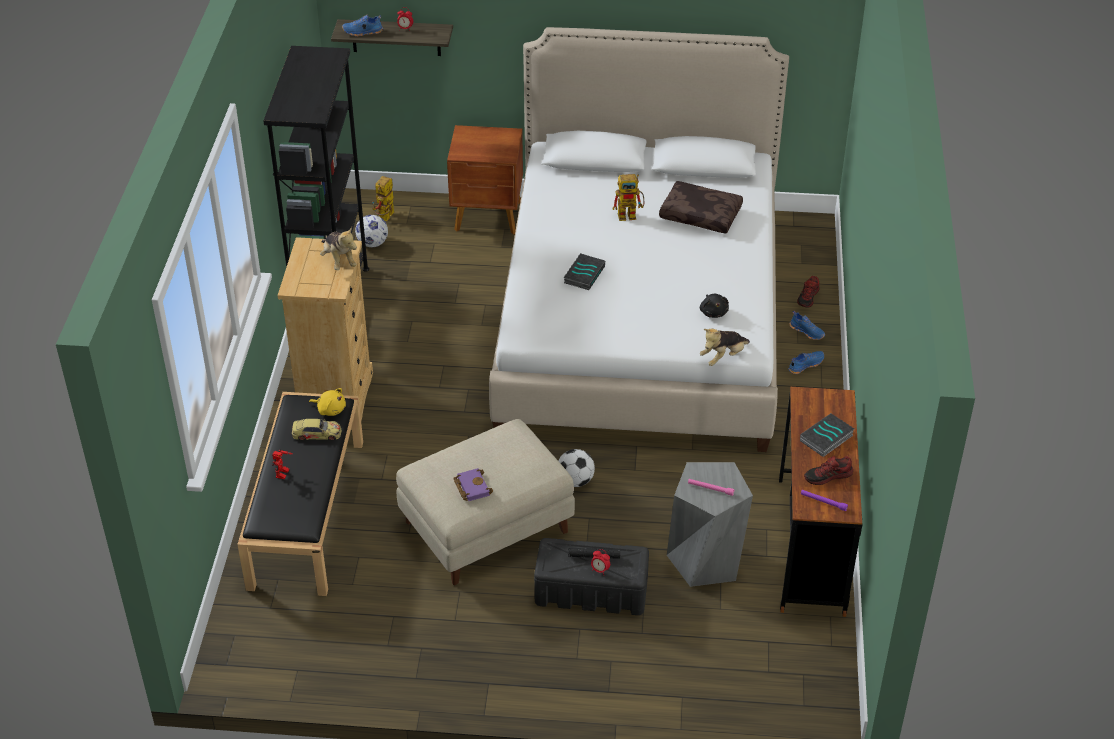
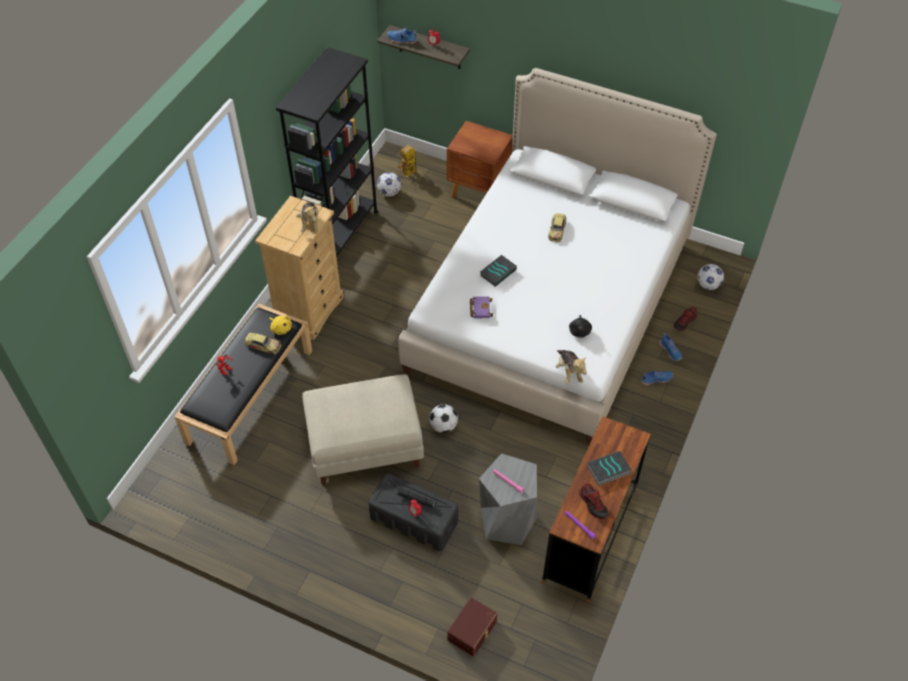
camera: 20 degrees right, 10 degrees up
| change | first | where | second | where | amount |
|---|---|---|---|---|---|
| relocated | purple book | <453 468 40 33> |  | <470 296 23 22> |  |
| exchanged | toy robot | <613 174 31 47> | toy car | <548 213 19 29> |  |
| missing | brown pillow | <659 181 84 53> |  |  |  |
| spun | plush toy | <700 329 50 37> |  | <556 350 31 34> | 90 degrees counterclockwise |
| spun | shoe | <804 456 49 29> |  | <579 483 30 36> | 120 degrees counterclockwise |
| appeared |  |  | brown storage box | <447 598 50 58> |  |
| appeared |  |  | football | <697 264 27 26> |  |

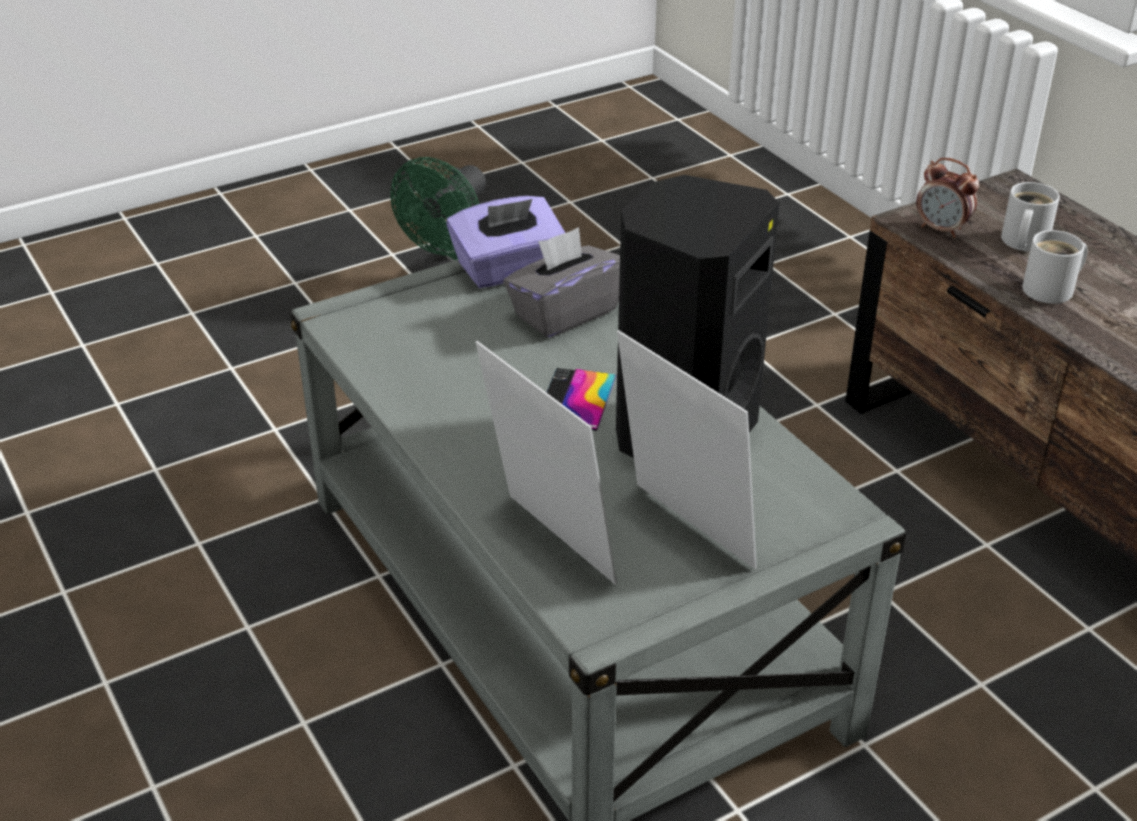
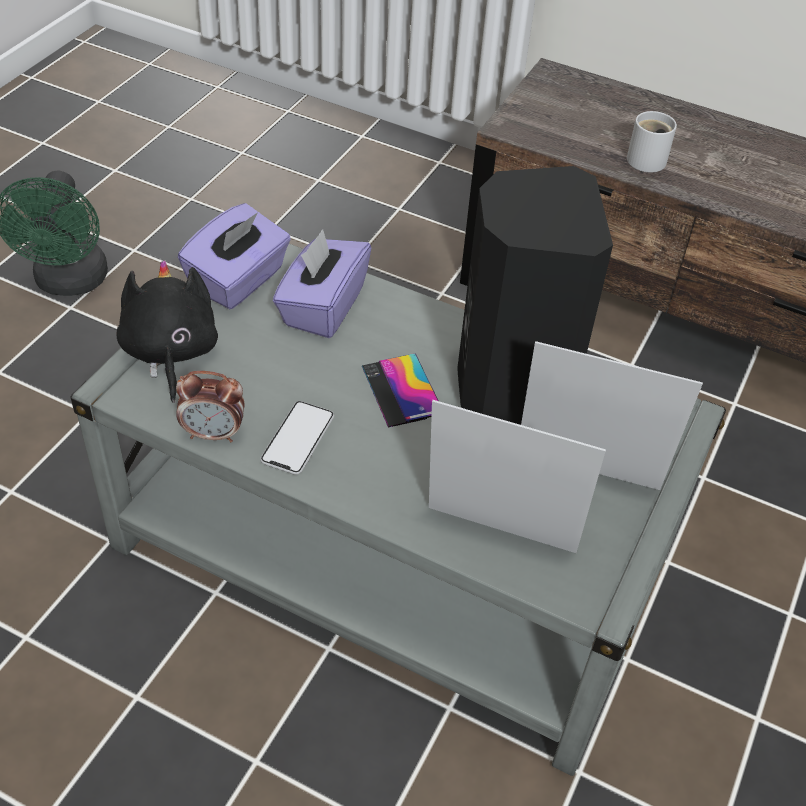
camera: 35 degrees left, 10 degrees up
| change | first | where | second | where | amount |
|---|---|---|---|---|---|
| colour | grey tissue box | <503 227 117 111> | purple tissue box | <273 229 98 109> |  |
| relocated | alarm clock | <916 158 63 80> |  | <176 371 68 71> |  |
| missing | white mug | <1001 182 59 70> |  |  |  |
| appeared |  |  | black plush toy | <117 260 101 143> |  |
| appeared |  |  | phone | <260 401 74 74> |  |

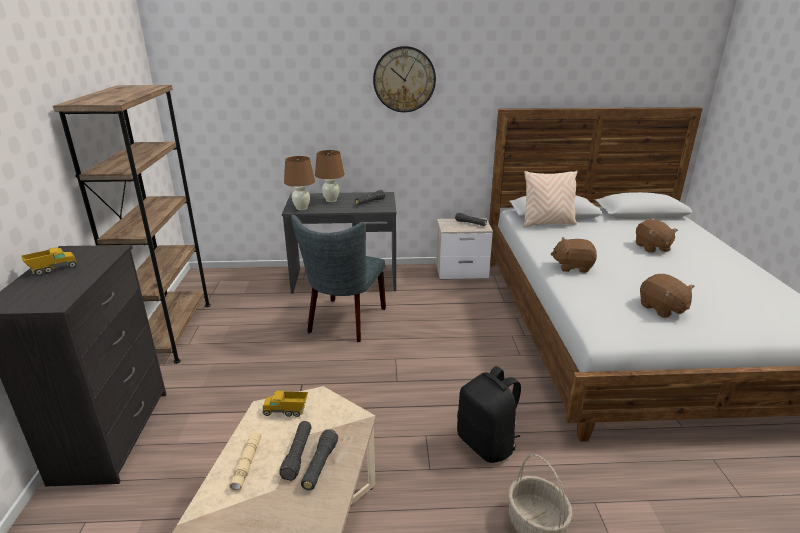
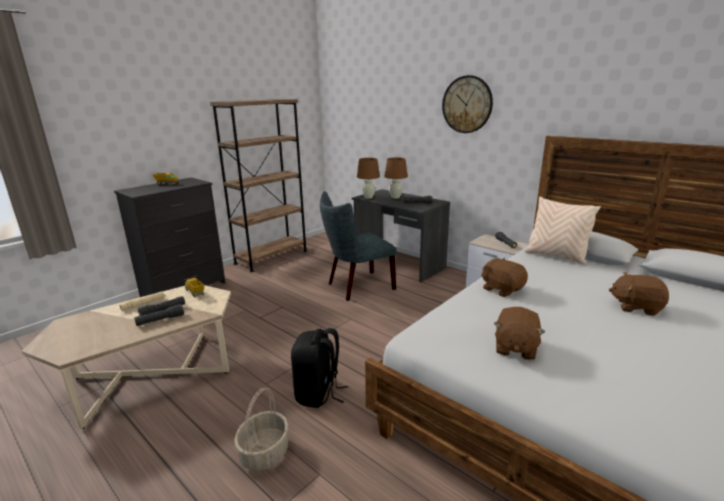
camera: 45 degrees right, 5 degrees down
| change | first | where | second | where | amount |
|---|---|---|---|---|---|
| spun | brown plush toy | <636 219 42 34> |  | <609 272 60 44> | 75 degrees clockwise |

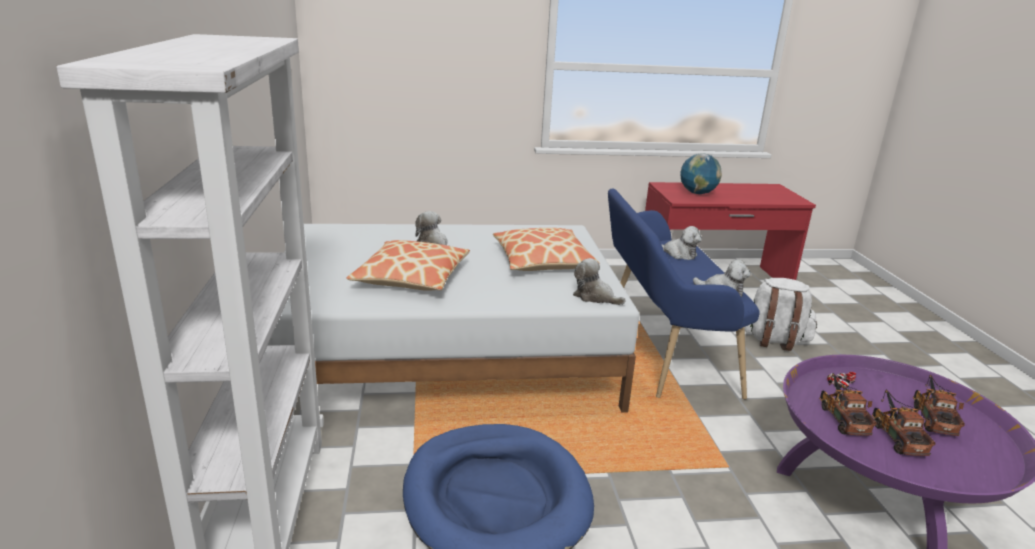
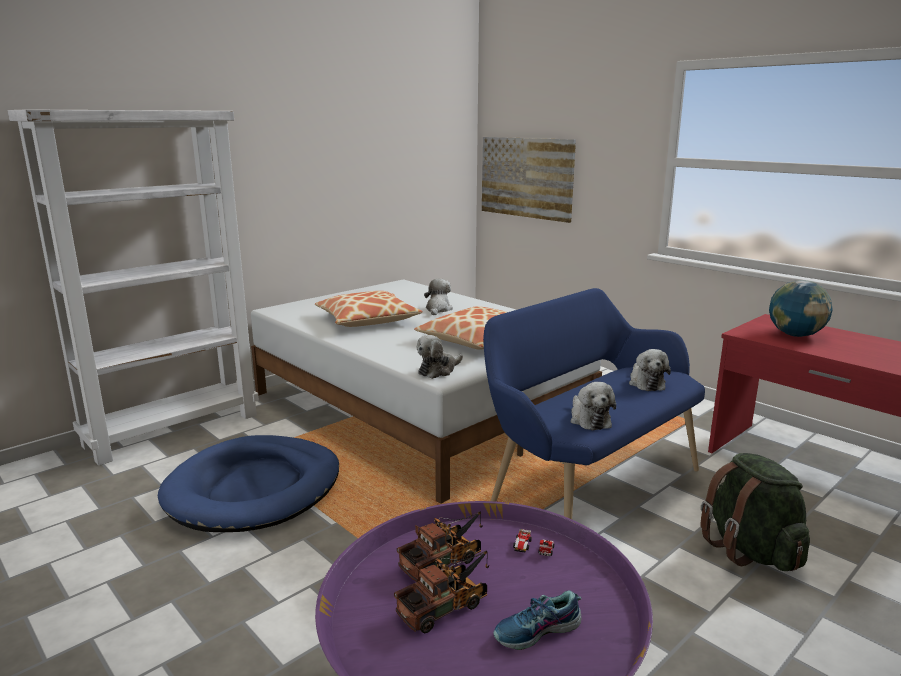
camera: 55 degrees right, 5 degrees down
| change | first | where | second | where | amount |
|---|---|---|---|---|---|
| spun | plush toy | <573 258 53 47> |  | <417 335 46 44> | 135 degrees counterclockwise |
| colour | white backpack | <745 278 72 73> | green backpack | <700 453 110 118> |  |
| exchanged | toy truck | <913 375 52 61> | shoe | <493 590 89 60> |  |
| appeared |  |  | picture | <482 137 94 86> |  |

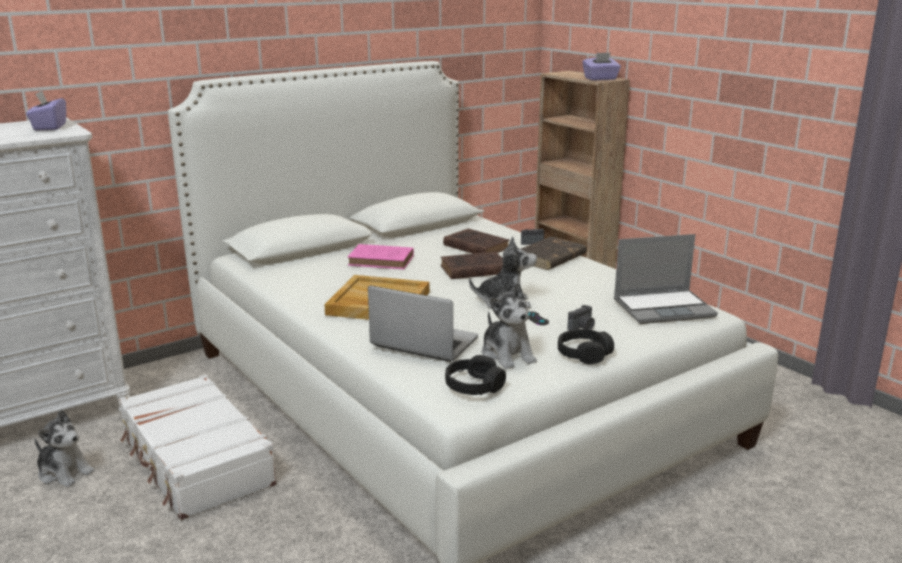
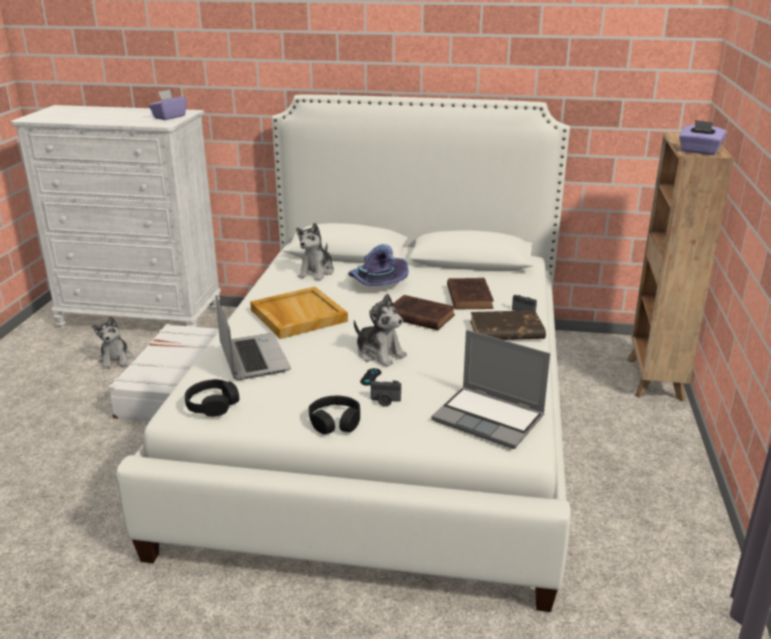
camera: 45 degrees right, 5 degrees up
| change | first | where | second | where | amount |
|---|---|---|---|---|---|
| exchanged | pink book | <348 244 66 25> | purple hat | <349 244 59 42> |  |
| relocated | plush toy | <482 283 55 86> |  | <296 223 38 58> |  |

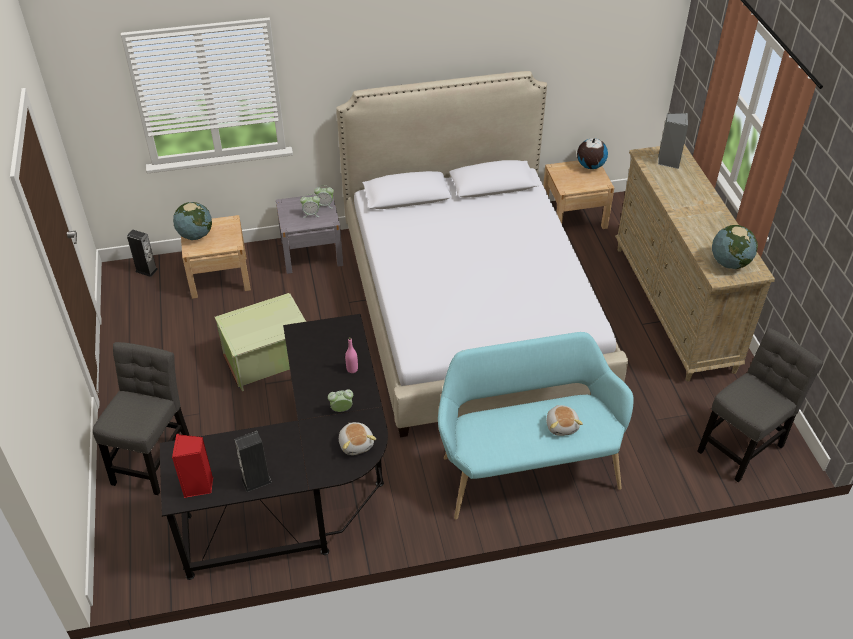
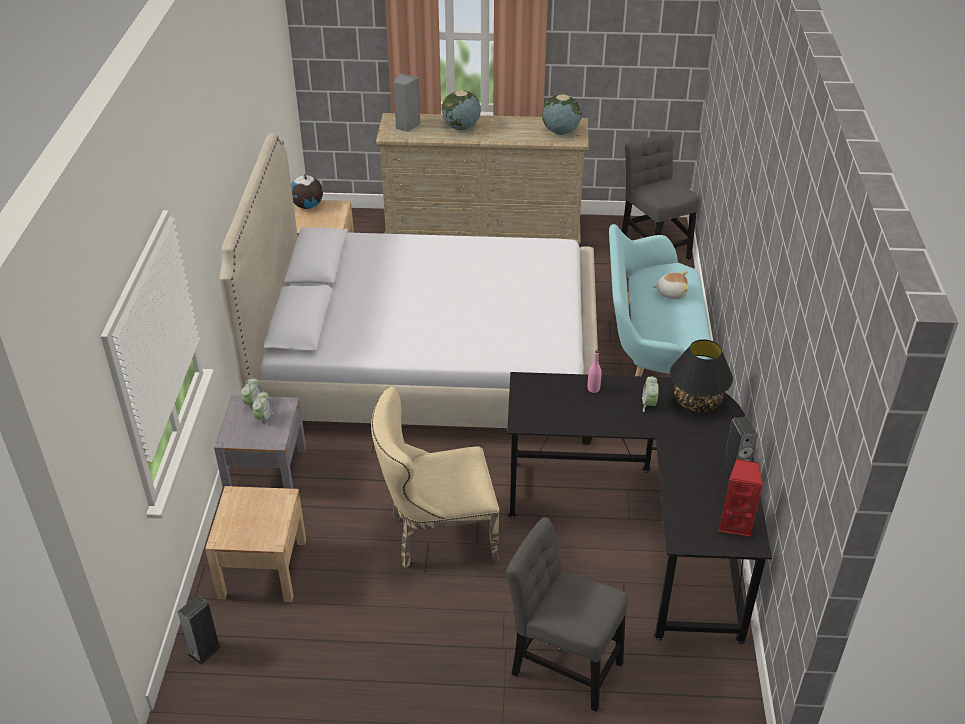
camera: 75 degrees left, 5 degrees down
| change | first | where | second | where | amount |
|---|---|---|---|---|---|
| relocated | globe | <173 202 39 38> |  | <442 90 39 40> |  |
| exchanged | green storage box | <215 293 91 99> | beige chair | <371 387 129 181> |  |
| exchanged | plush toy | <339 422 37 33> | black table lamp | <670 339 63 73> |  |

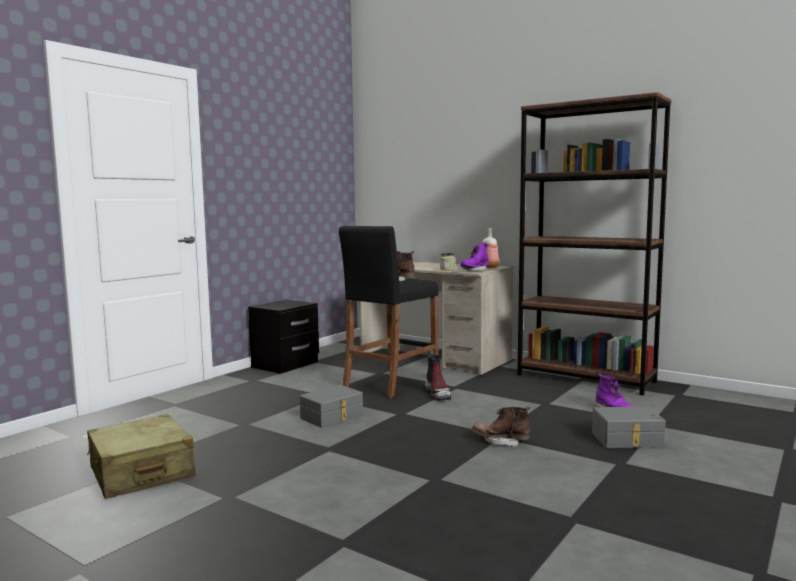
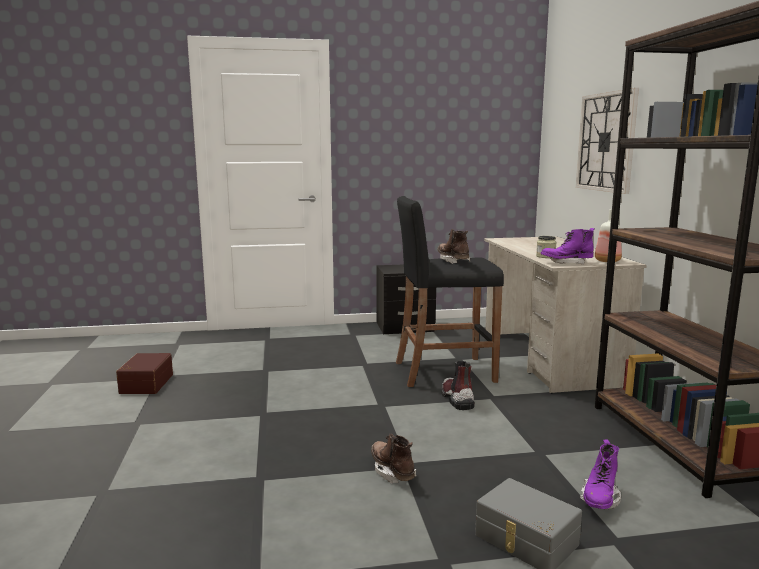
camera: 45 degrees right, 5 degrees up
| change | first | where | second | where | amount |
|---|---|---|---|---|---|
| exchanged | beige suitcase | <87 414 109 85> | brown storage box | <116 353 57 41> |  |
| missing | grey storage box | <300 385 63 43> |  |  |  |
| spun | boot | <424 350 27 51> |  | <442 361 33 49> | 135 degrees clockwise |
| appeared |  |  | wall clock | <576 88 63 106> |  |

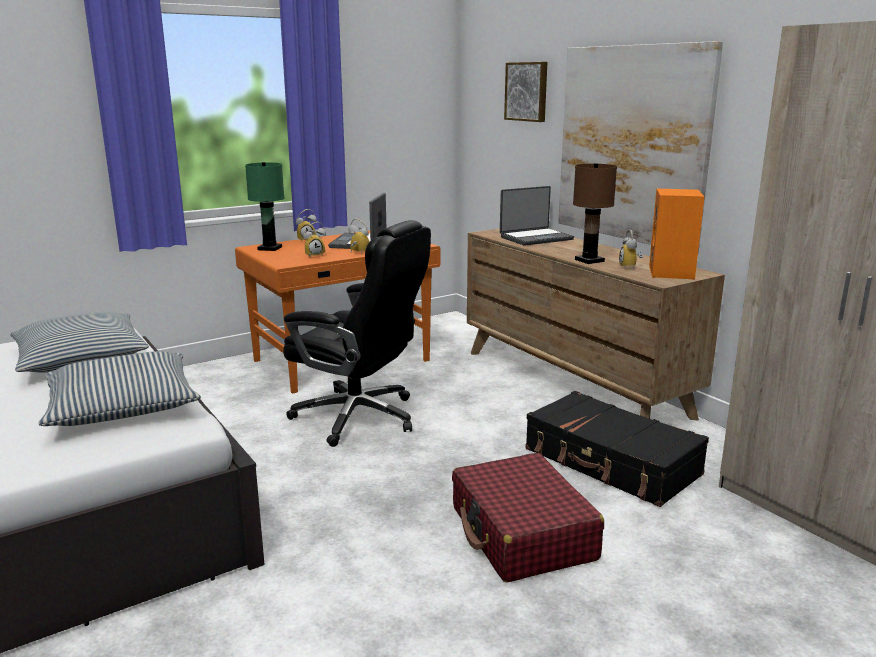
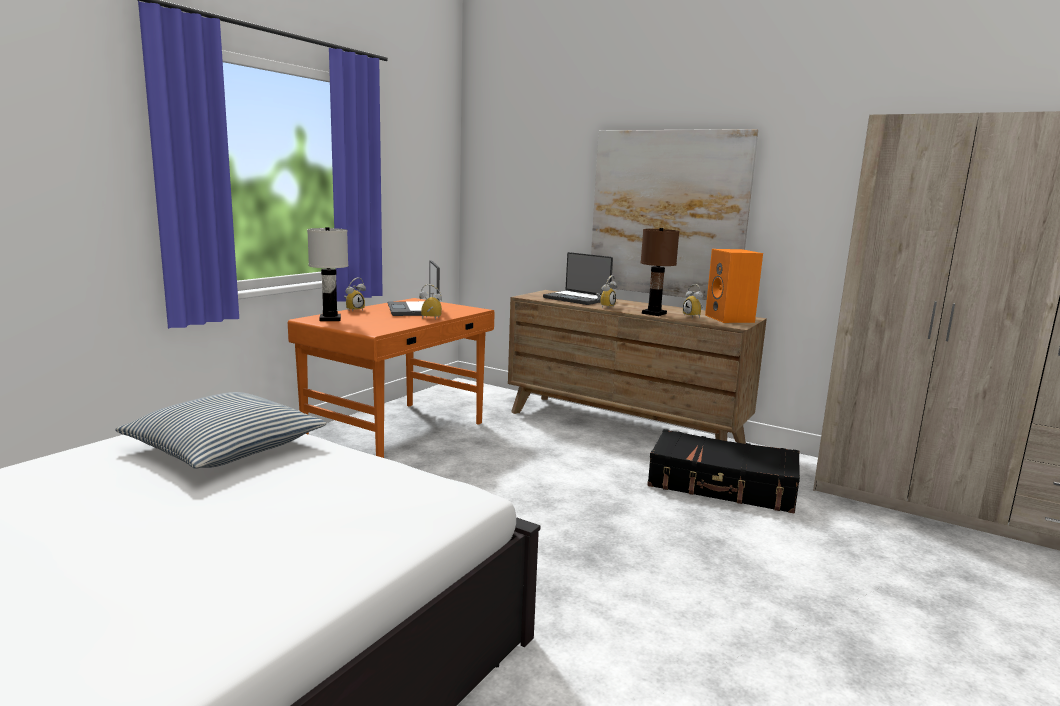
camera: 25 degrees left, 5 degrees down
| change | first | where | second | where | amount |
|---|---|---|---|---|---|
| missing | pillow | <38 351 163 75> |  |  |  |
| colour | green table lamp | <245 162 39 89> | white table lamp | <307 227 41 94> |  |
| missing | black office chair | <283 220 148 227> |  |  |  |
| relocated | alarm clock | <303 222 23 36> |  | <596 275 21 34> |  |
| missing | red suitcase | <452 453 152 129> |  |  |  |
| spun | laptop | <500 186 74 60> |  | <543 252 70 53> | 90 degrees clockwise |
| missing | picture | <504 62 43 60> |  |  |  |

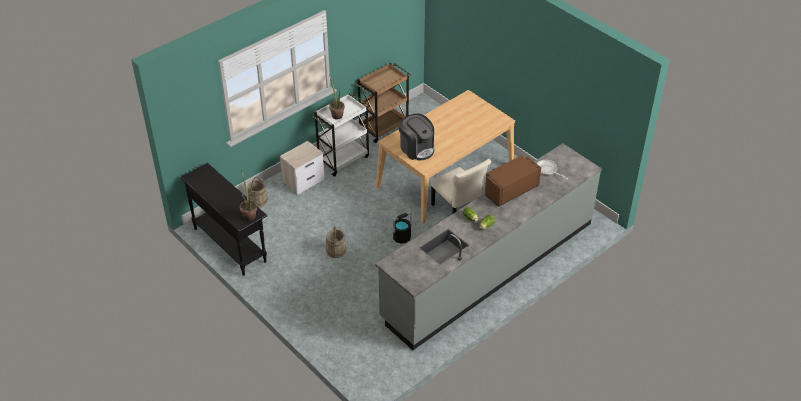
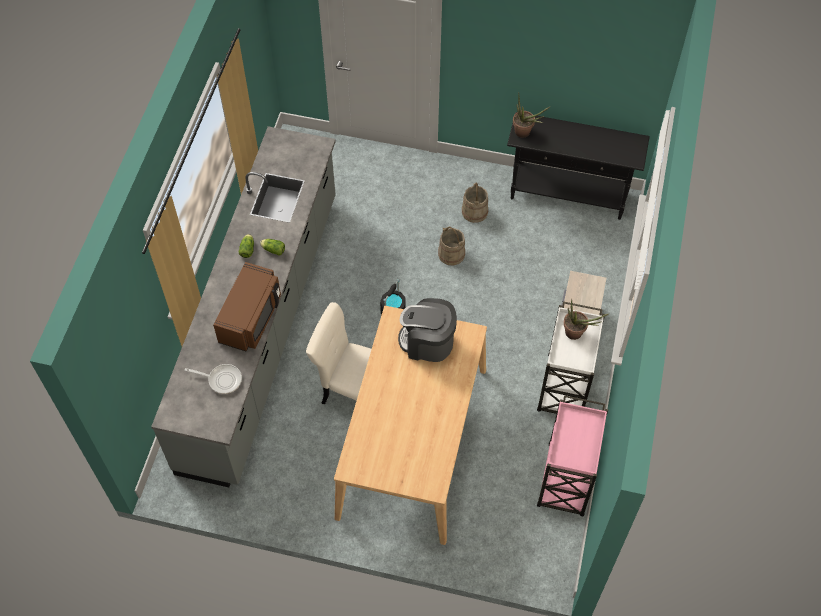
camera: 145 degrees right, 15 degrees up
| change | first | where | second | where | amount |
|---|---|---|---|---|---|
| relocated | beige bucket | <247 177 21 31> |  | <462 182 26 41> |  |
| colour | brown cart | <356 63 55 80> | pink cart | <537 395 71 121> |  |

